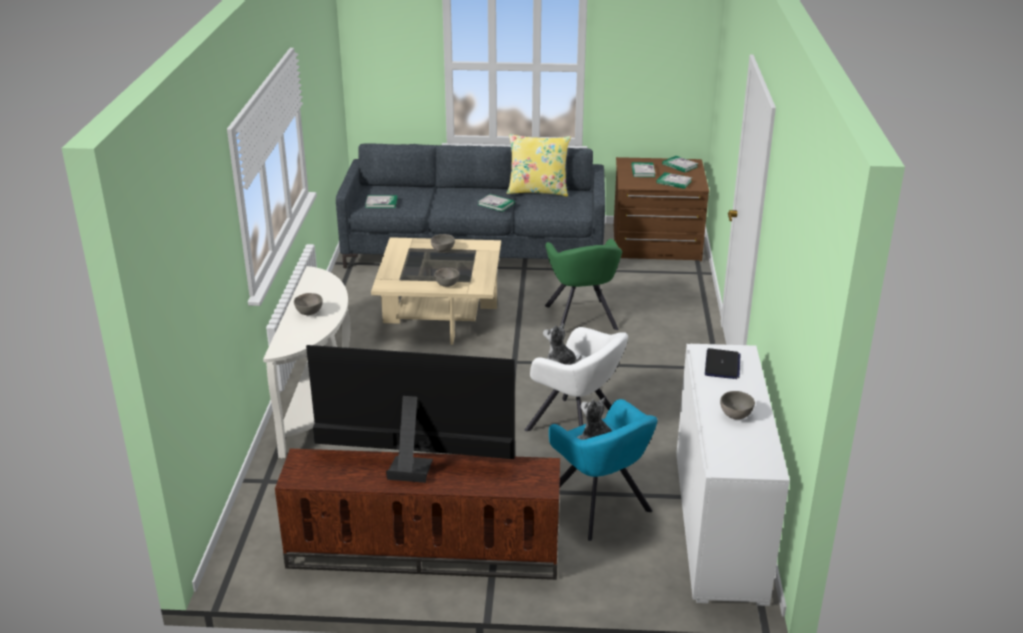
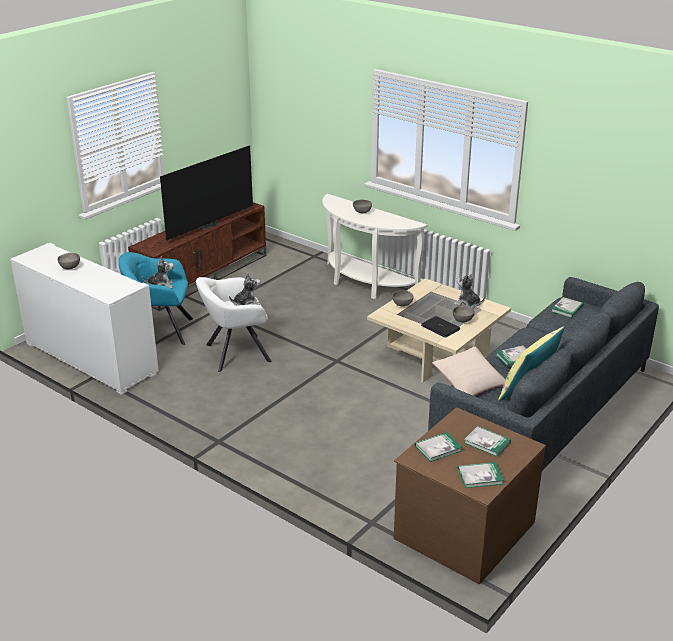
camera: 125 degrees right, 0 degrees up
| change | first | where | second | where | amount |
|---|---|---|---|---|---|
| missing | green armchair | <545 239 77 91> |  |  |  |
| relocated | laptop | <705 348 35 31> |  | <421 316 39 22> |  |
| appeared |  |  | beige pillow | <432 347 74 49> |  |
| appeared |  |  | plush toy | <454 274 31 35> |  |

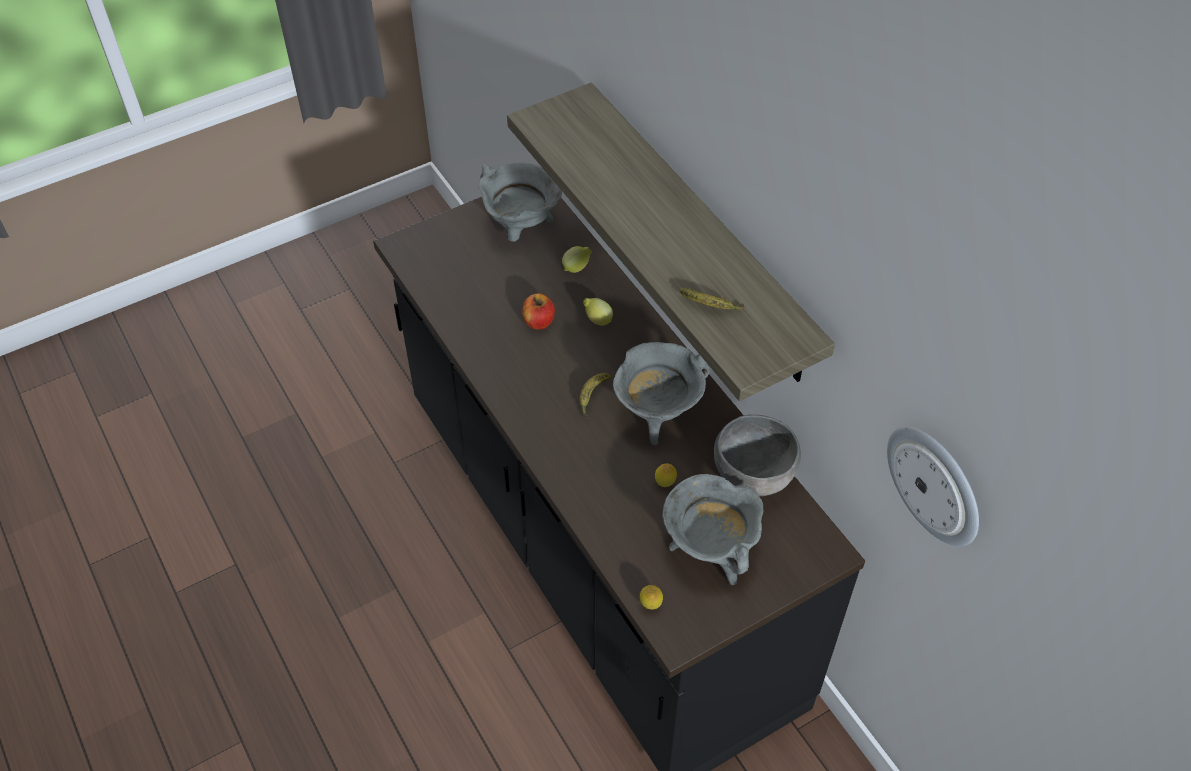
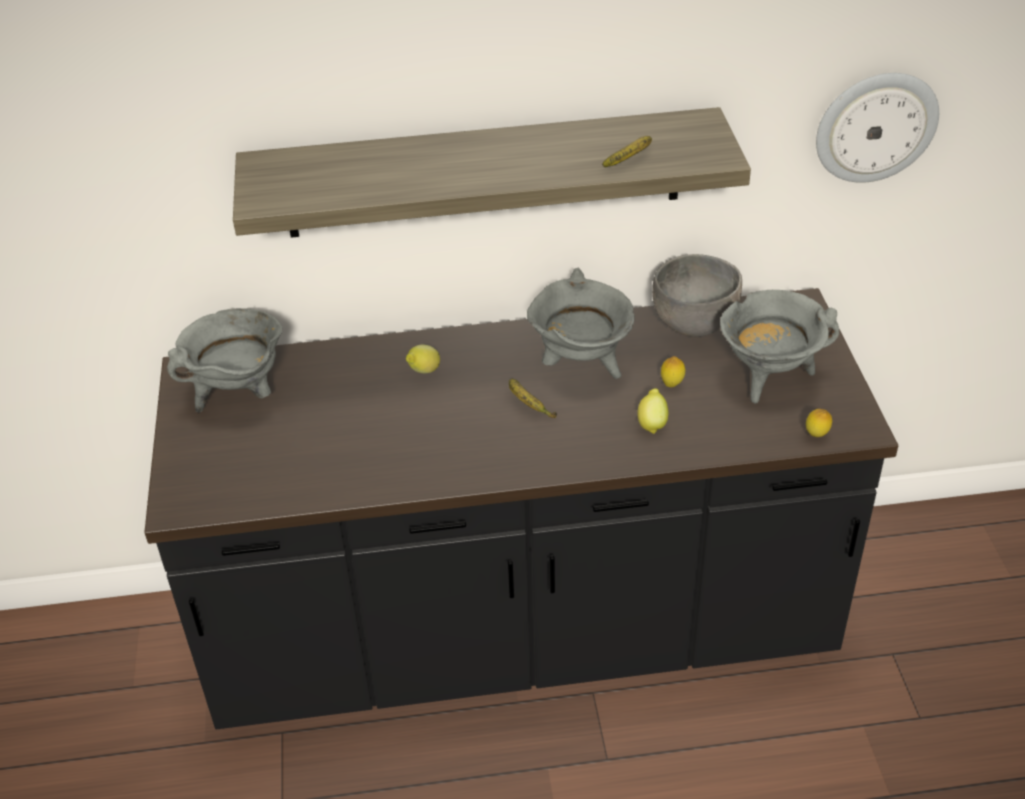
camera: 65 degrees left, 10 degrees down
| change | first | where | second | where | amount |
|---|---|---|---|---|---|
| missing | apple | <522 294 33 36> |  |  |  |
| relocated | lemon | <562 246 30 27> |  | <637 388 32 46> |  |

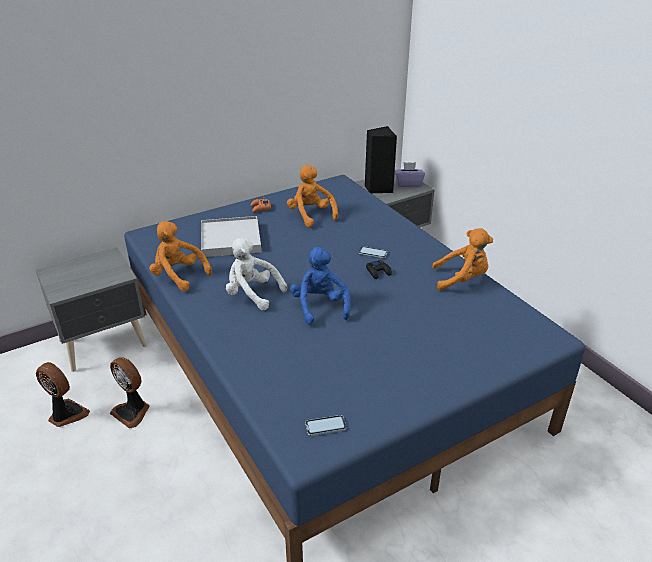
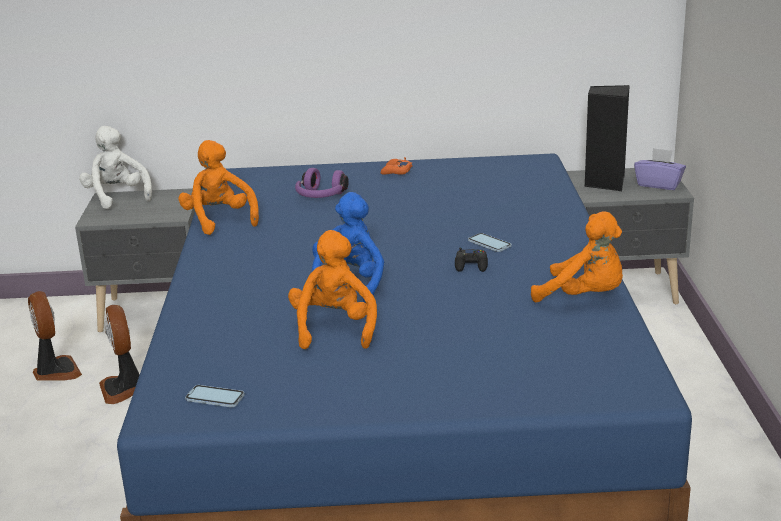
camera: 30 degrees right, 10 degrees down
| change | first | where | second | where | amount |
|---|---|---|---|---|---|
| exchanged | white tray | <201 216 60 41> | purple headphones | <295 168 54 30> |  |
| relocated | white plush toy | <226 238 61 72> |  | <79 126 73 83> |  |
| relocated | orange plush toy | <287 165 51 62> |  | <288 230 89 119> |  |

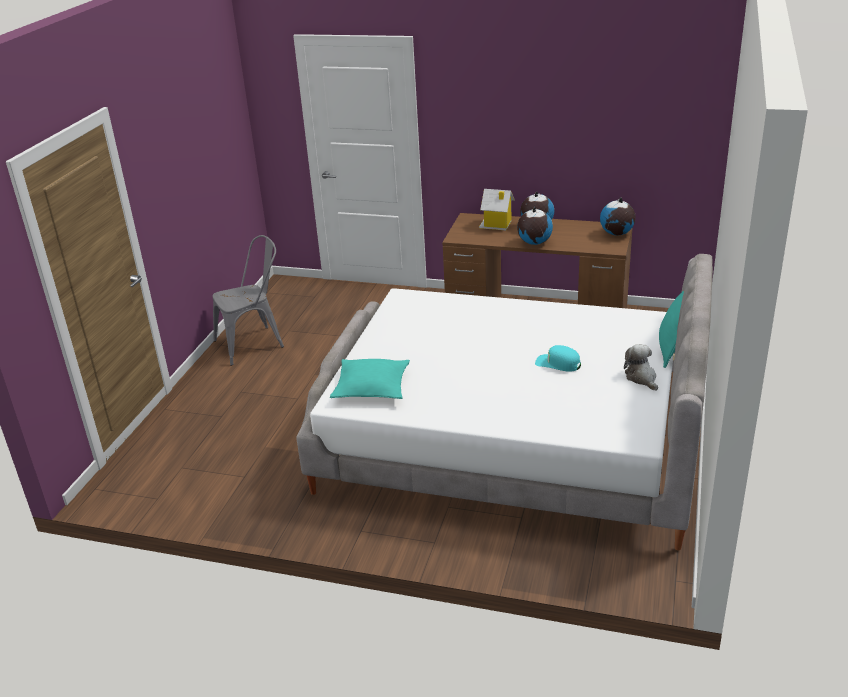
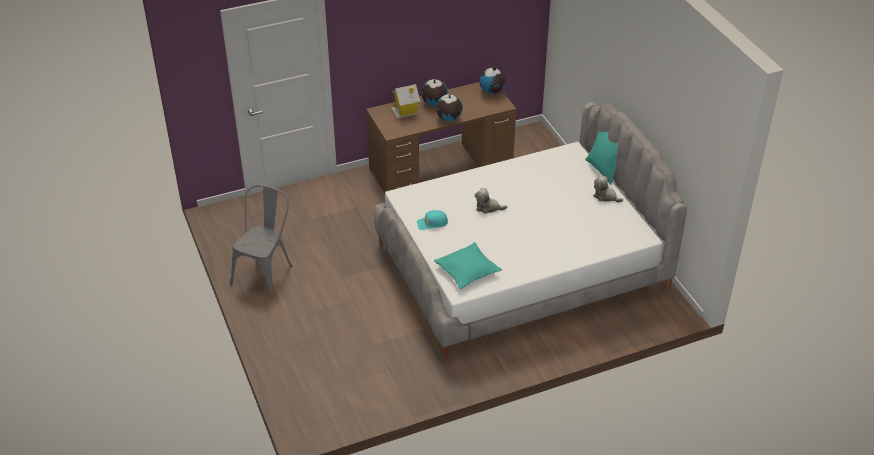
camera: 40 degrees left, 10 degrees up
| change | first | where | second | where | amount |
|---|---|---|---|---|---|
| relocated | turquoise cap | <535 345 46 27> |  | <417 210 31 20> |  |
| appeared |  |  | plush toy | <475 188 33 26> |  |

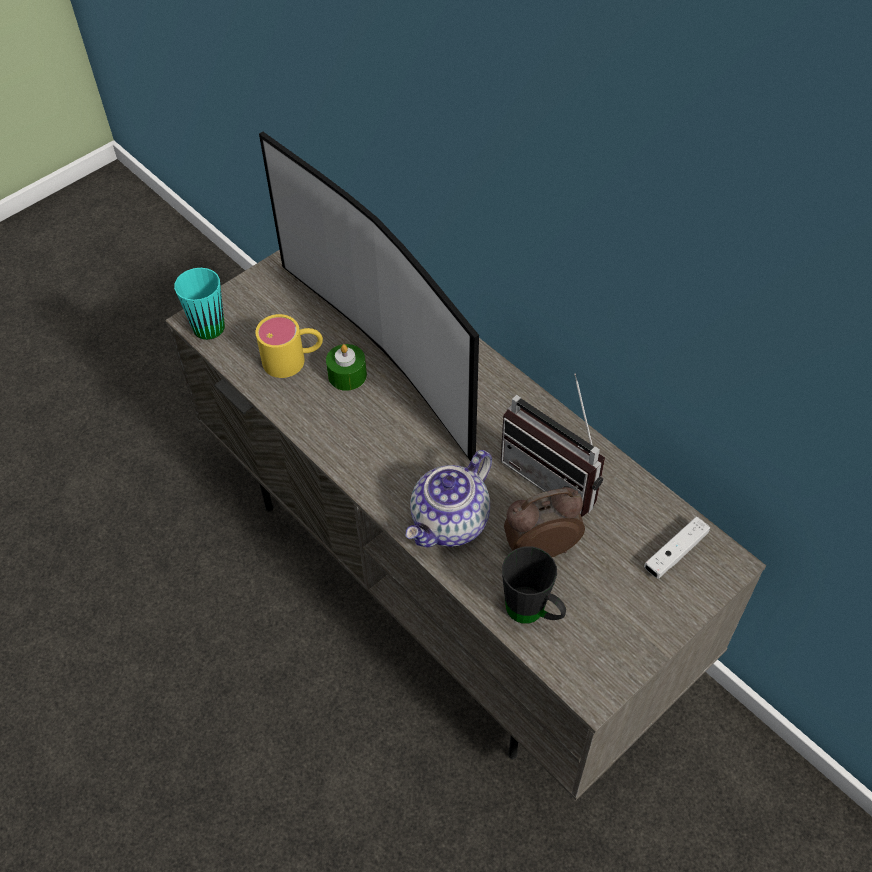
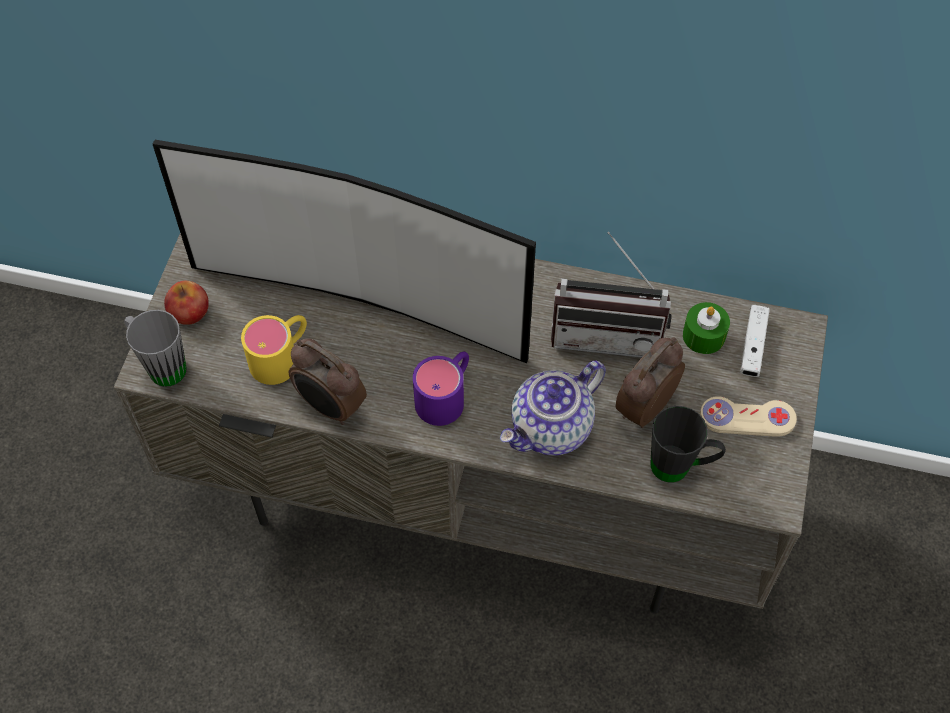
camera: 35 degrees left, 5 degrees up
| change | first | where | second | where | amount |
|---|---|---|---|---|---|
| colour | turquoise mug | <174 268 51 72> | grey mug | <124 310 62 77> |  |
| relocated | green candle | <326 344 41 47> |  | <683 302 47 52> |  |
| spun | teapot | <405 450 87 97> |  | <500 361 106 95> | 45 degrees clockwise |
| appeared |  |  | apple | <164 281 45 44> |  |
| appeared |  |  | alarm clock | <289 339 78 86> |  |
| appeared |  |  | purple mug | <413 352 56 74> |  |
| appeared |  |  | beige game controller | <700 396 97 41> |  |

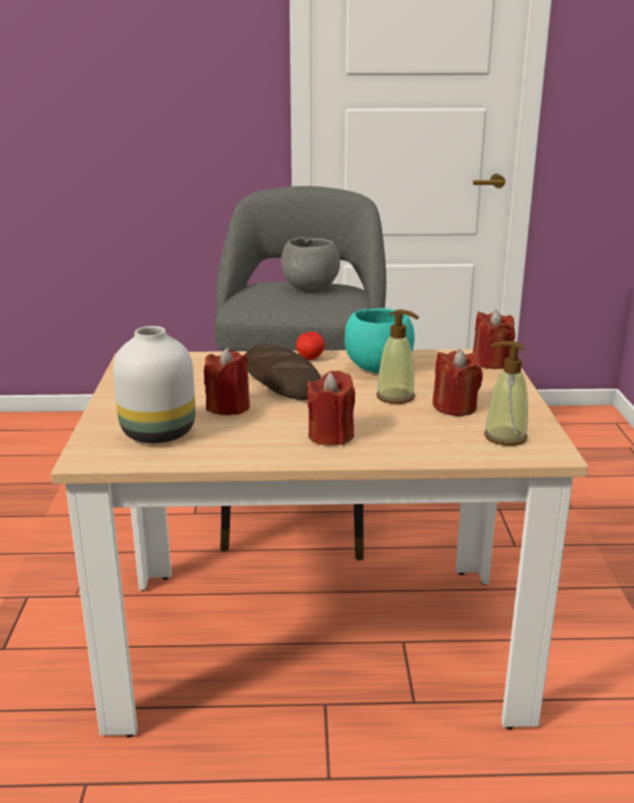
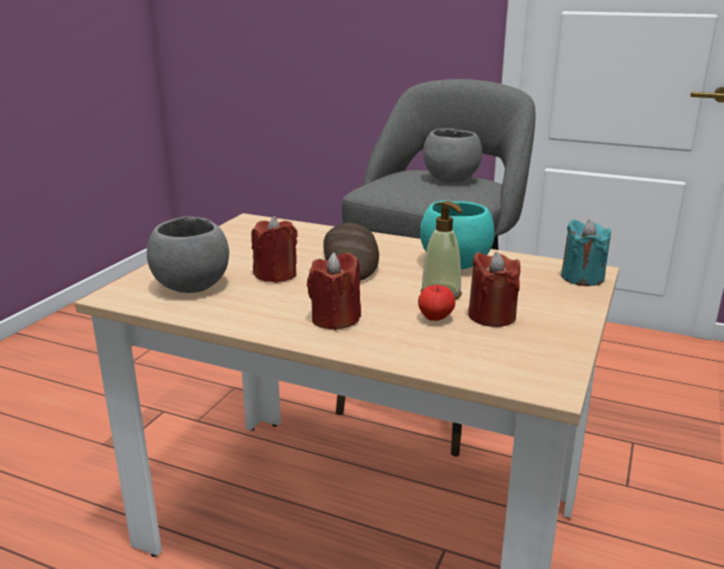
camera: 25 degrees right, 0 degrees up
| change | first | where | second | where | amount |
|---|---|---|---|---|---|
| exchanged | white vase | <113 326 82 117> | grey bowl | <147 216 82 77> |  |
| relocated | apple | <296 332 29 28> |  | <418 285 38 36> |  |
| colour | red candle | <473 310 42 59> | turquoise candle | <561 219 50 67> |  |
| missing | soap dispenser | <484 341 44 105> |  |  |  |

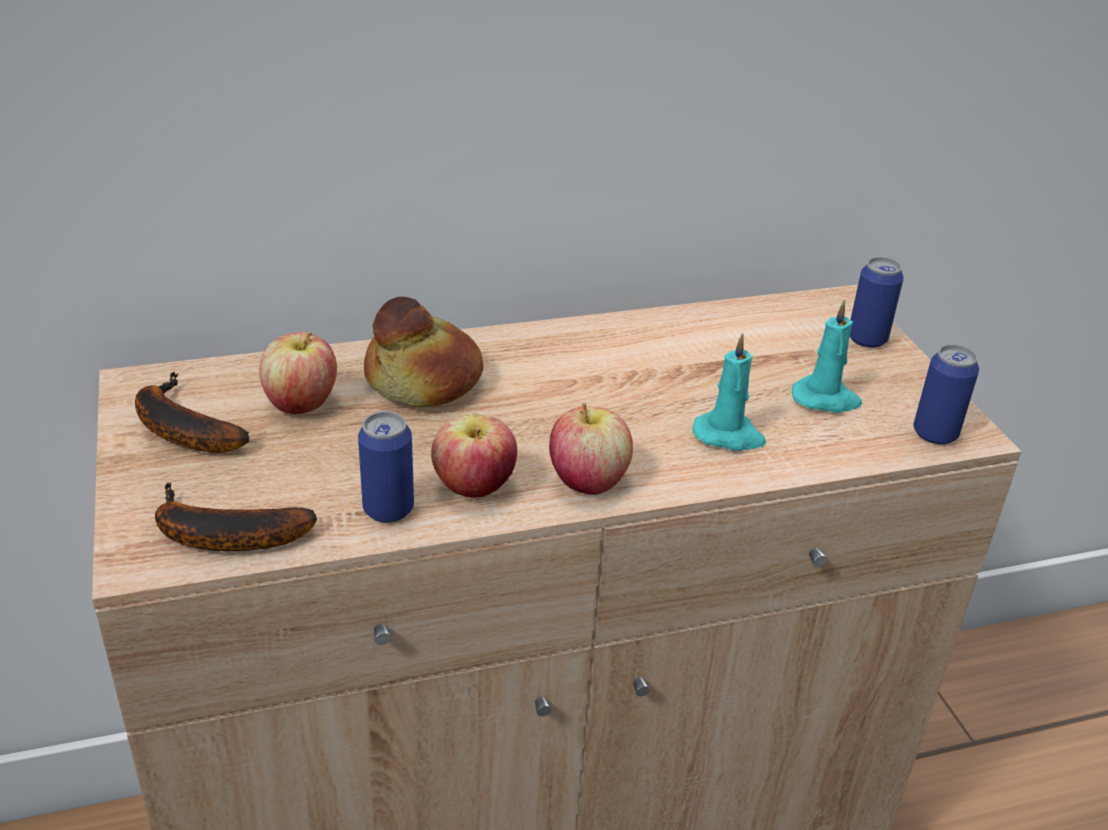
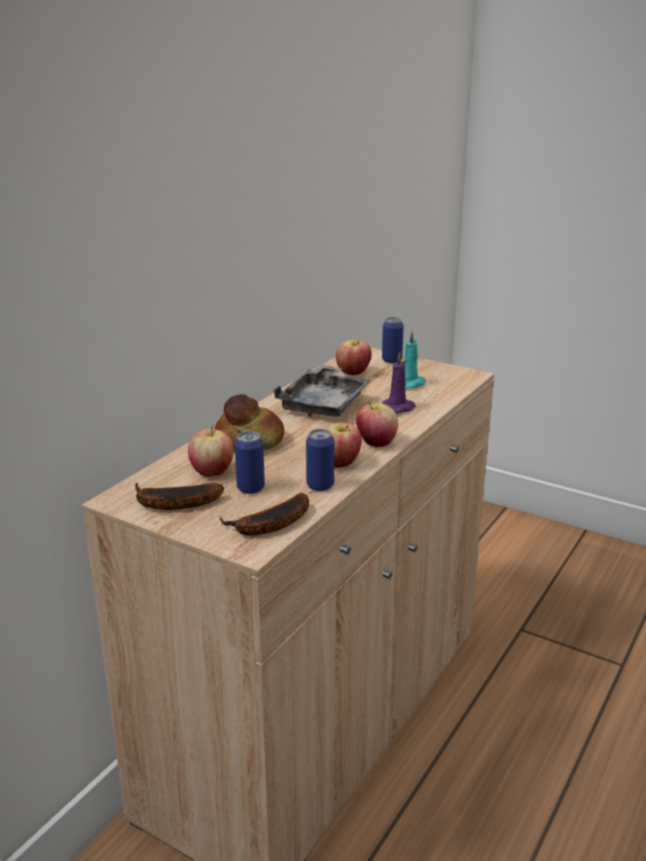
camera: 40 degrees left, 10 degrees down
| change | first | where | second | where | amount |
|---|---|---|---|---|---|
| colour | turquoise candle | <693 333 73 118> | purple candle | <382 352 34 61> |  |
| relocated | can | <914 344 65 101> |  | <235 431 30 63> |  |
| appeared |  |  | grey tray | <274 365 98 52> |  |
| appeared |  |  | apple | <336 340 36 35> |  |

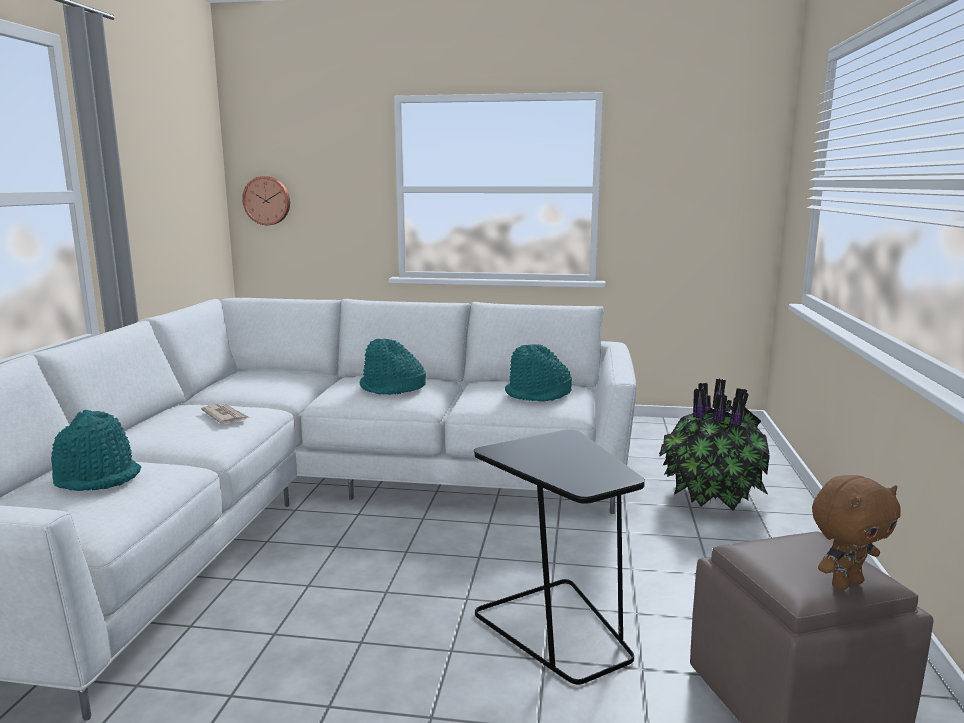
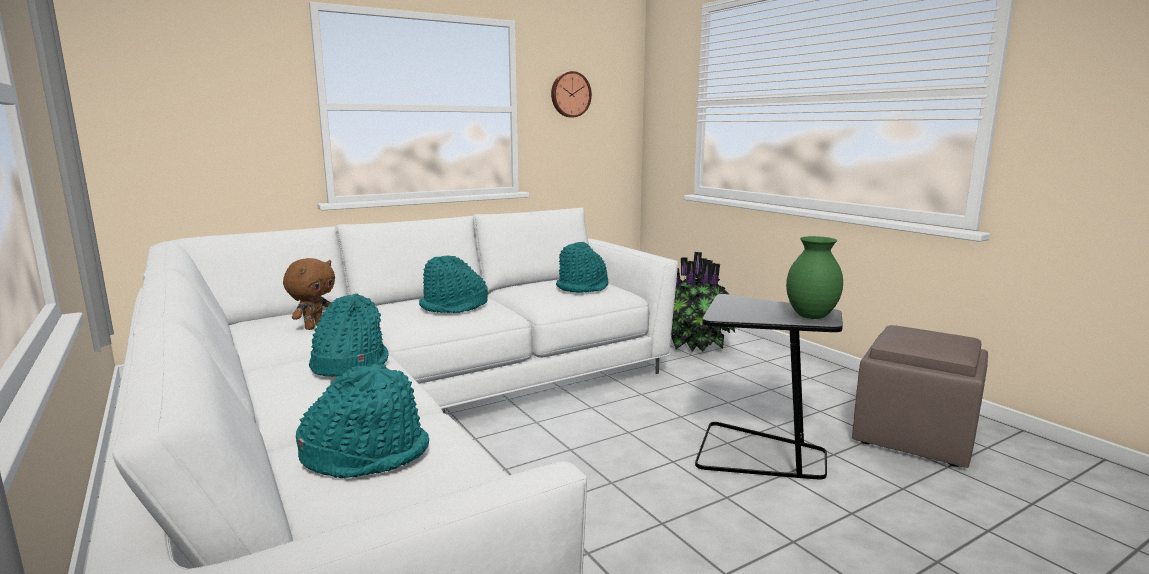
camera: 40 degrees left, 0 degrees up
| change | first | where | second | where | amount |
|---|---|---|---|---|---|
| exchanged | newspaper | <201 403 48 21> | turquoise hat | <309 293 80 84> |  |
| relocated | wall clock | <242 176 48 49> |  | <551 71 41 46> |  |
| relocated | brown plush toy | <812 475 89 115> |  | <283 258 52 72> |  |
| appeared |  |  | green vase | <786 236 57 83> |  |

